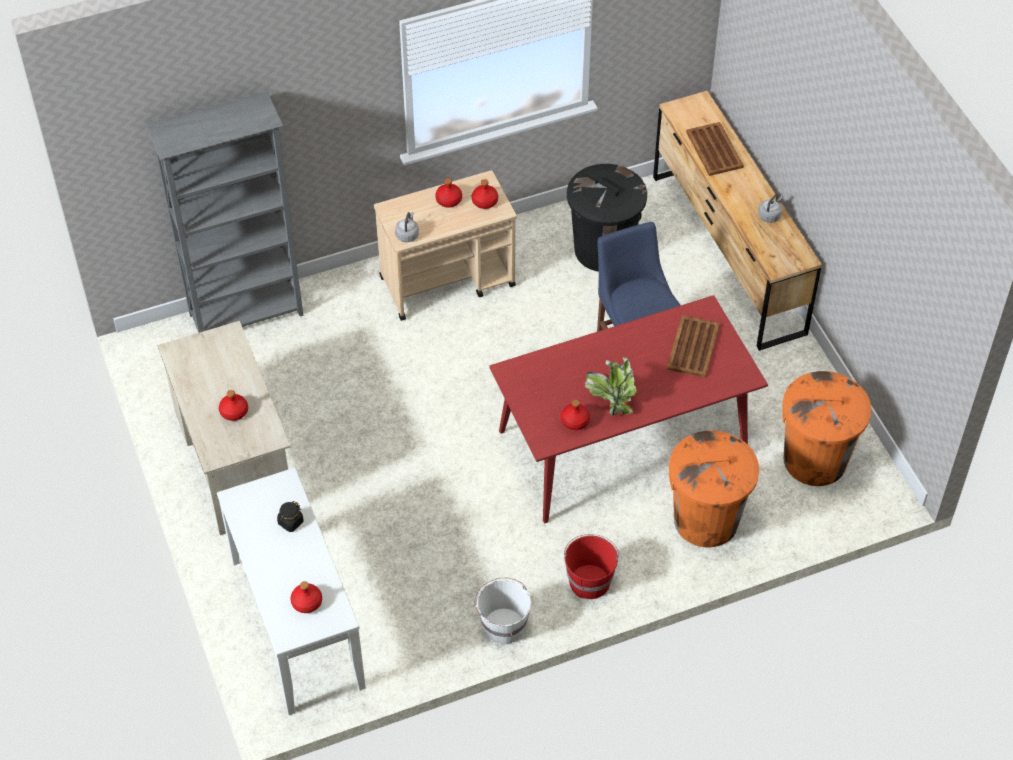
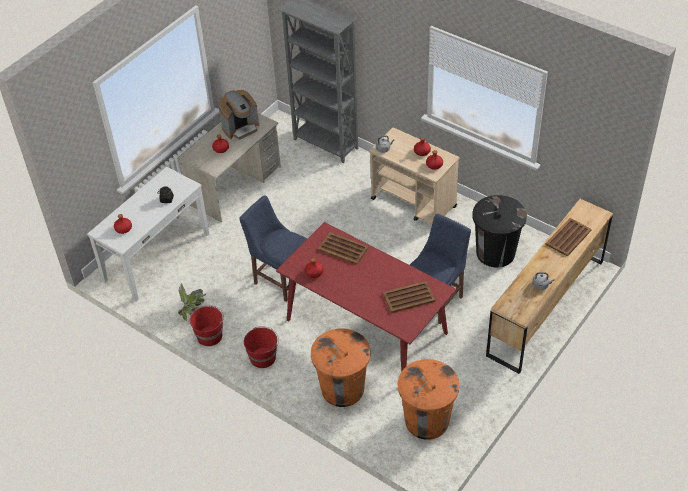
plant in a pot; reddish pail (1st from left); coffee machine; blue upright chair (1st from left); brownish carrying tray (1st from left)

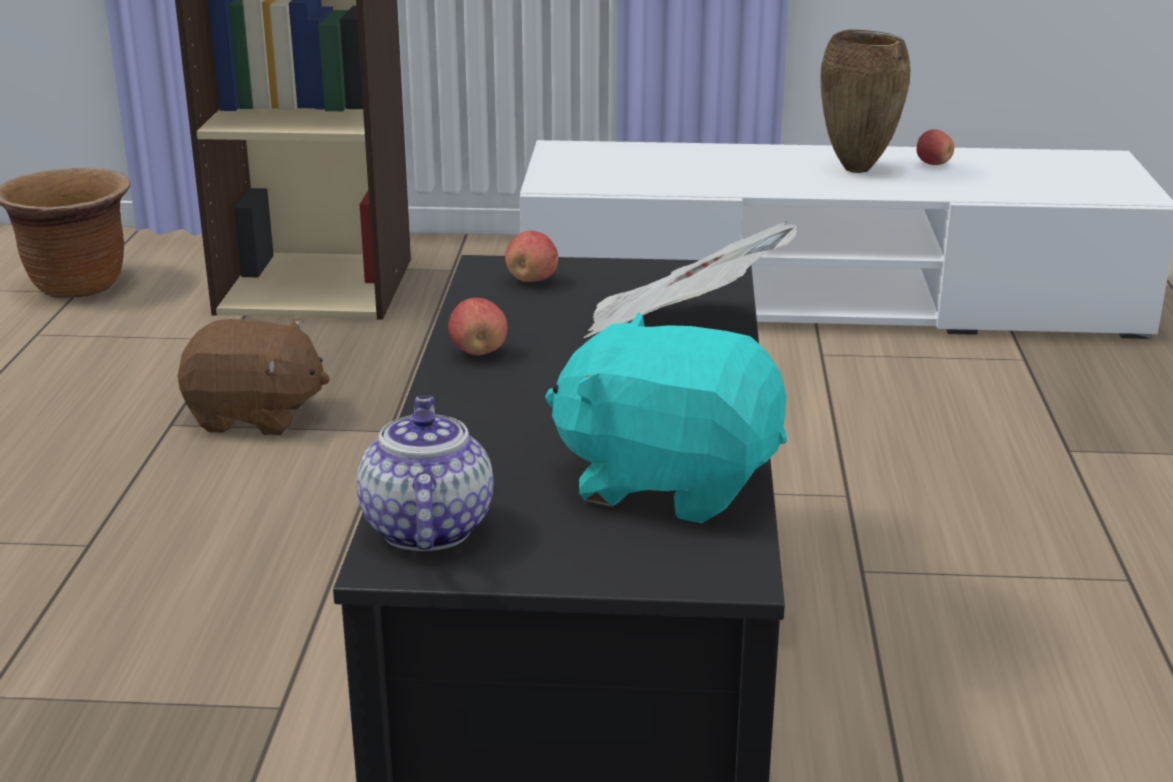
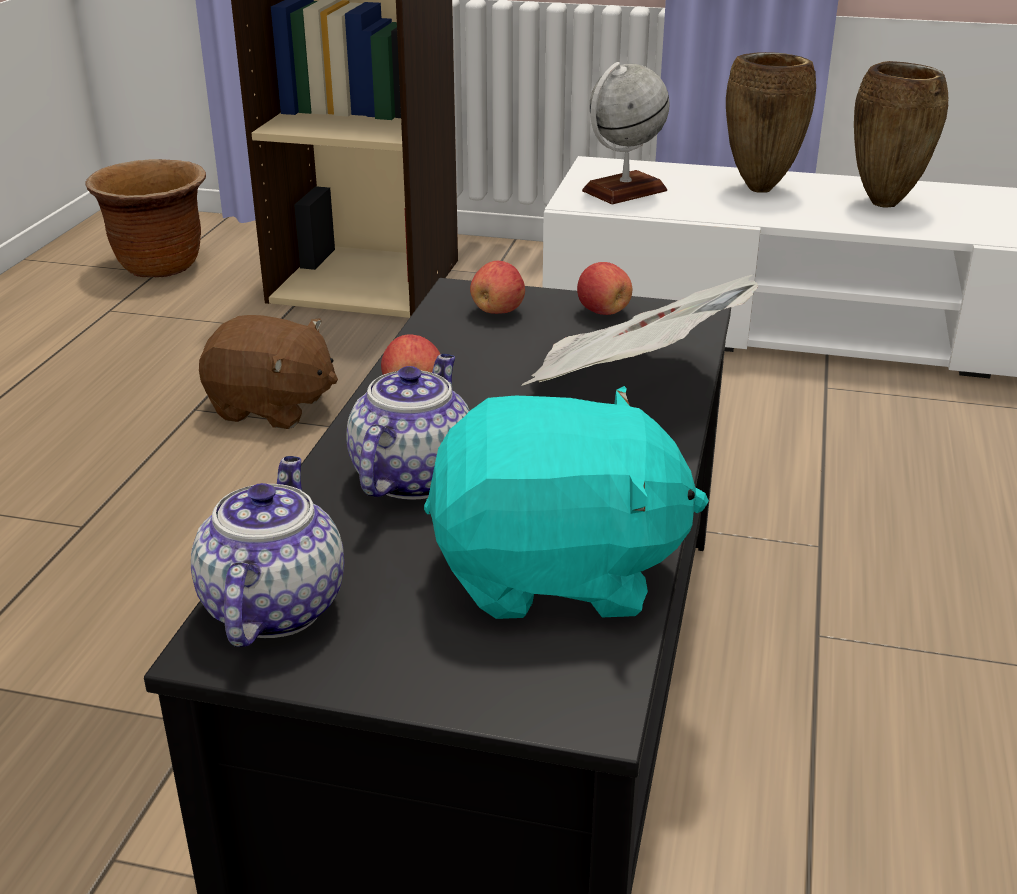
tea pot (2nd from left); blue-green soft toy; apple (3rd from left); desk globe; brownish decorative vase (1st from left)

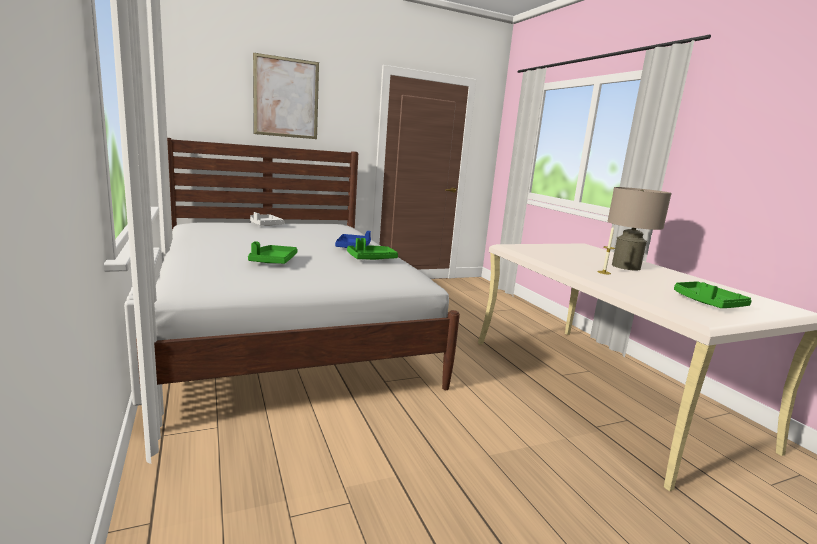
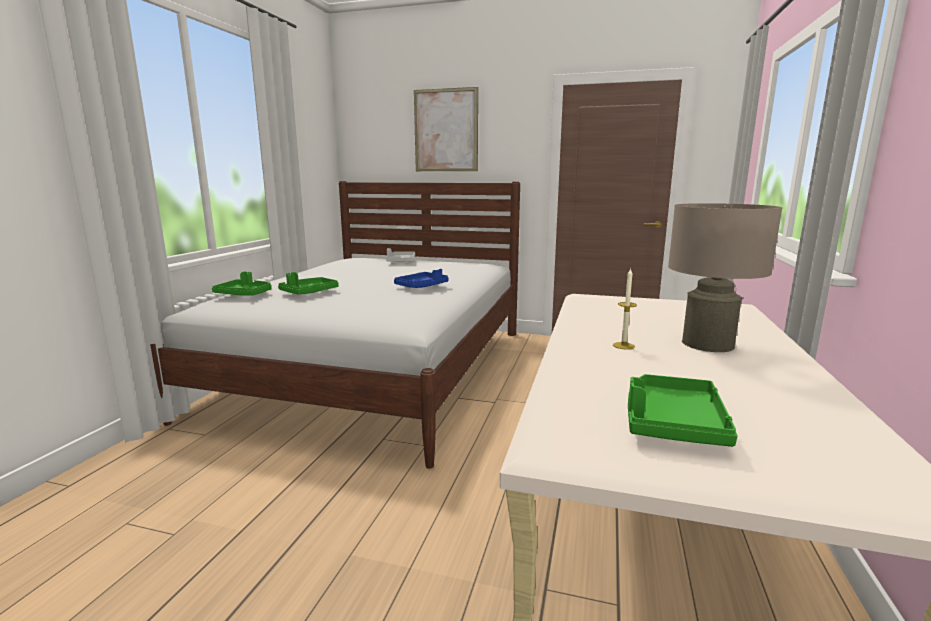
greenish carrying tray (1st from left)

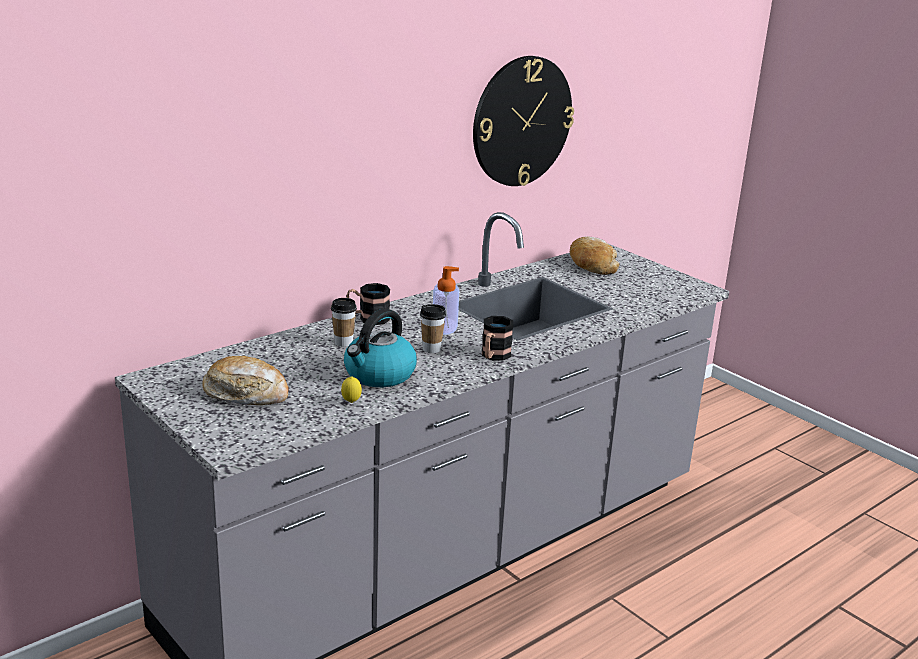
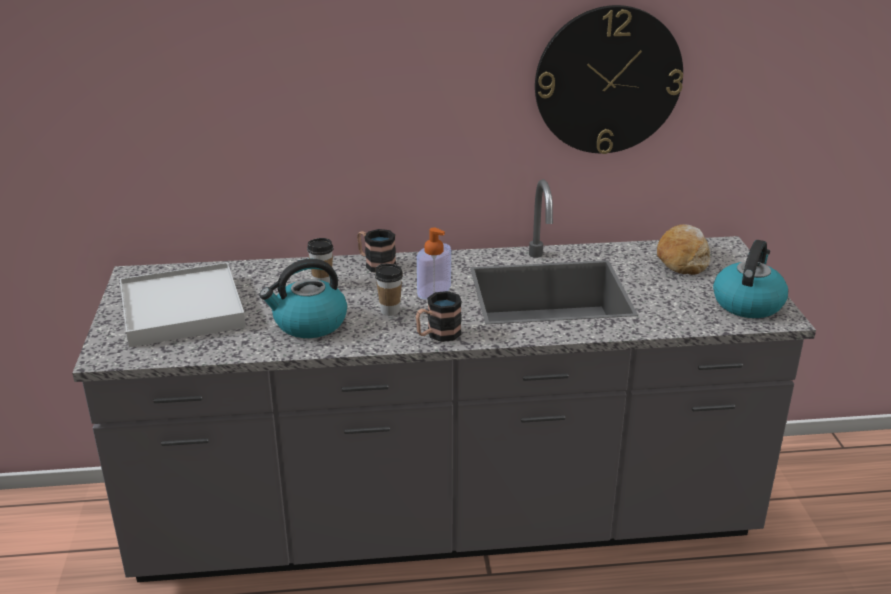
whitish carrying tray; water kettle (2nd from left); lemon

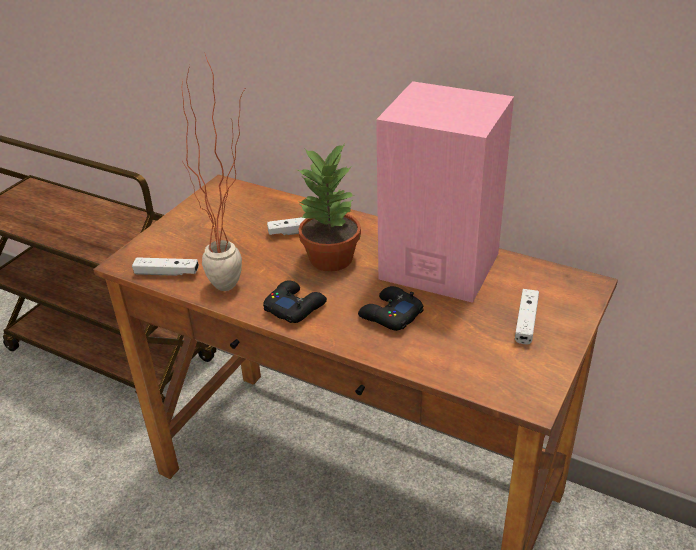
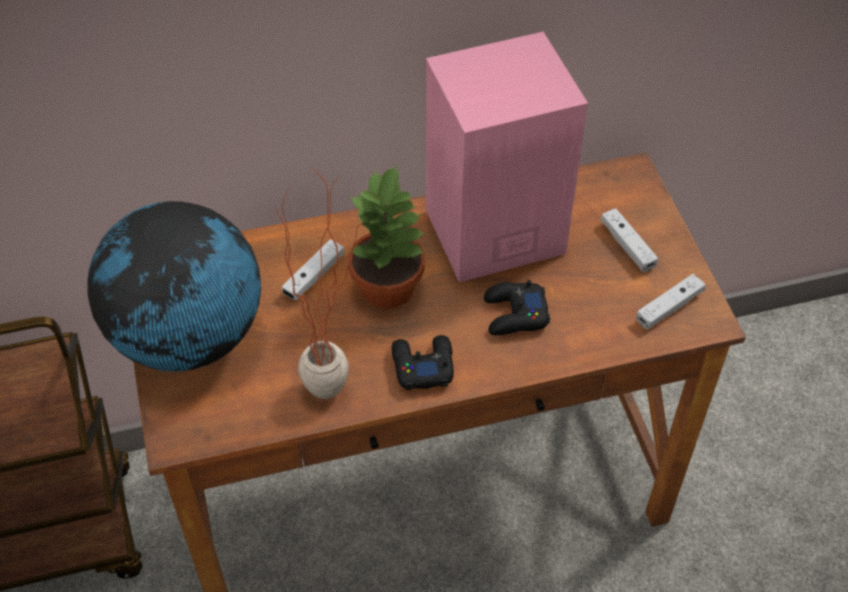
desk globe; whitish gamepad (3rd from left)

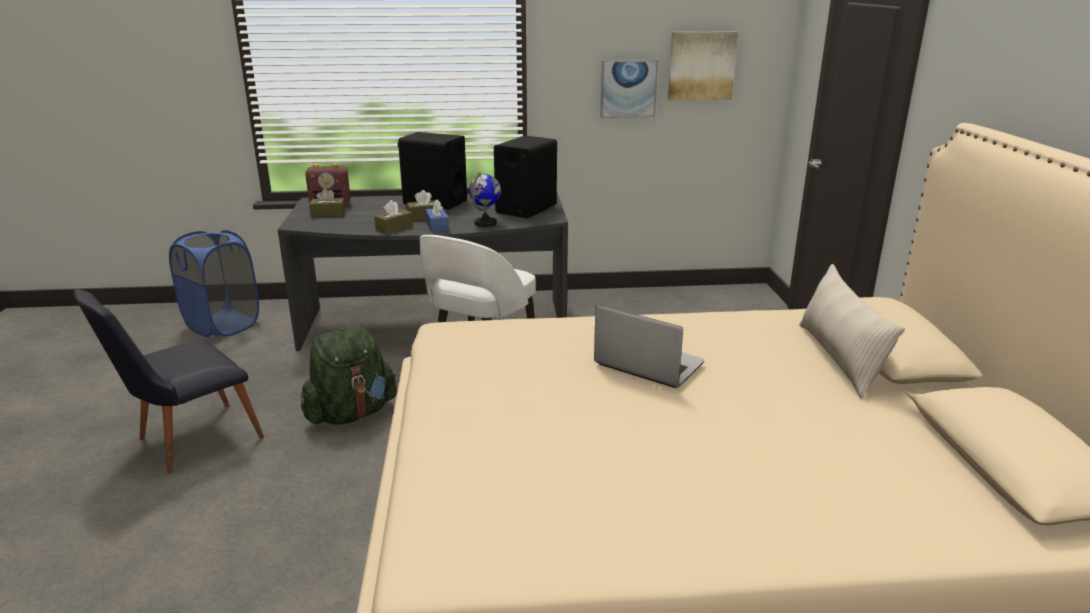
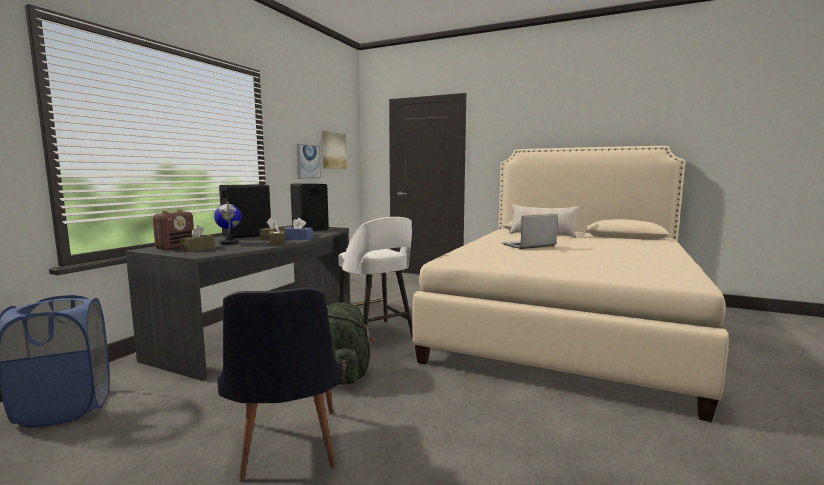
desk globe

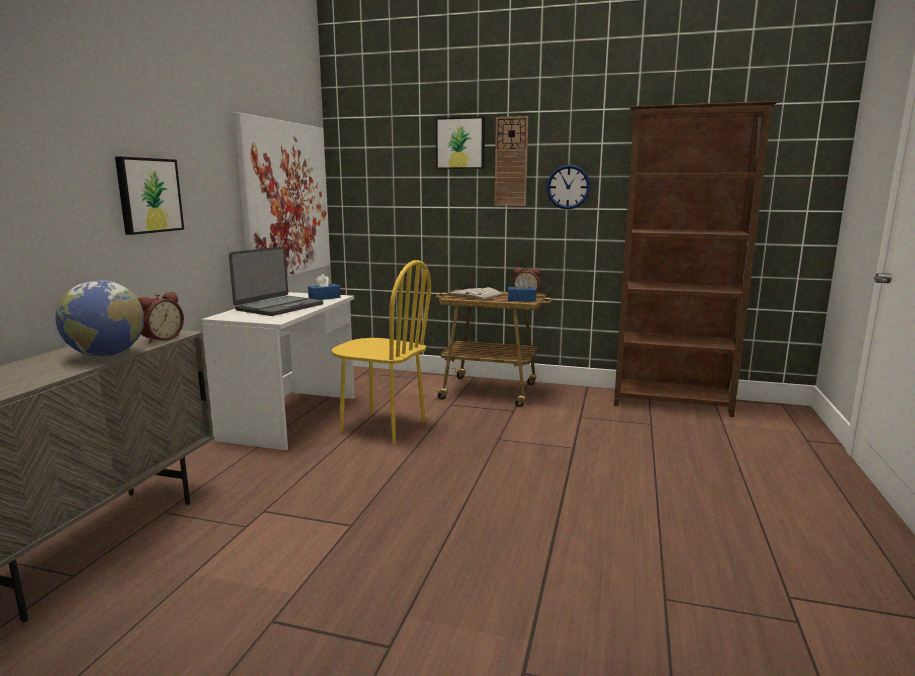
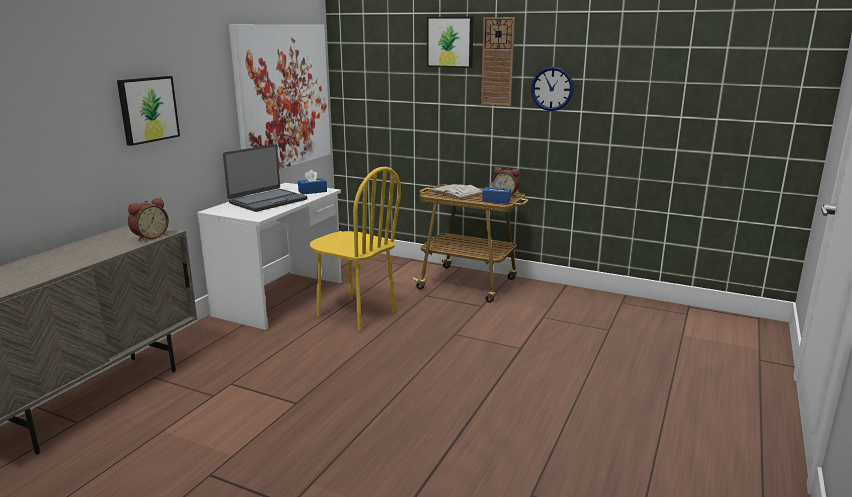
desk globe; brownish shelving unit

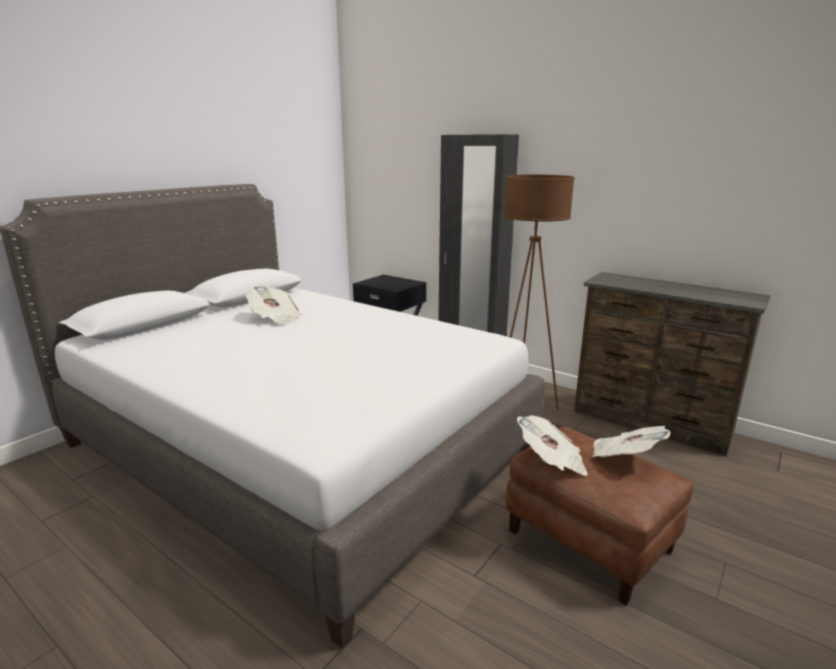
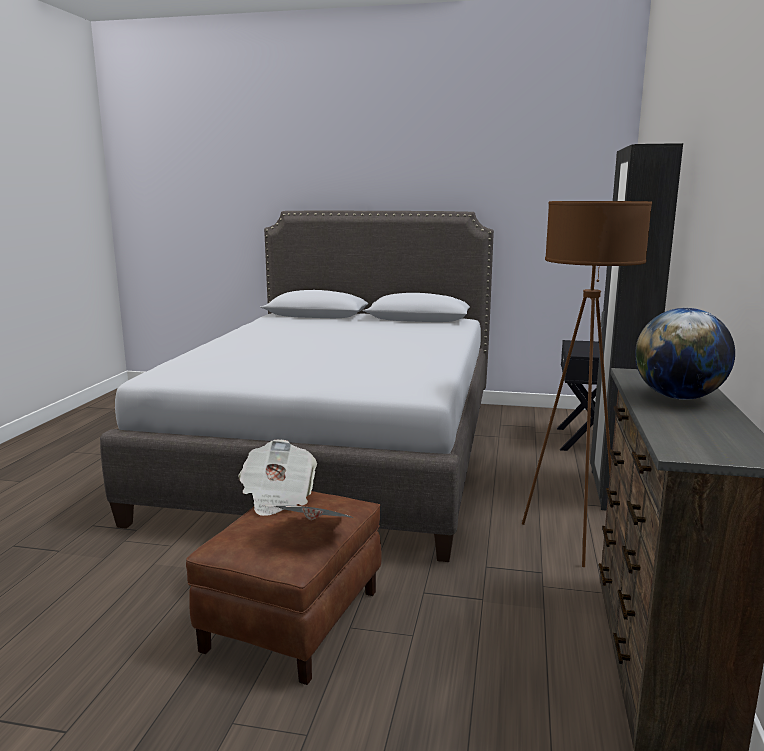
desk globe; daily paper (1st from left in the first image)

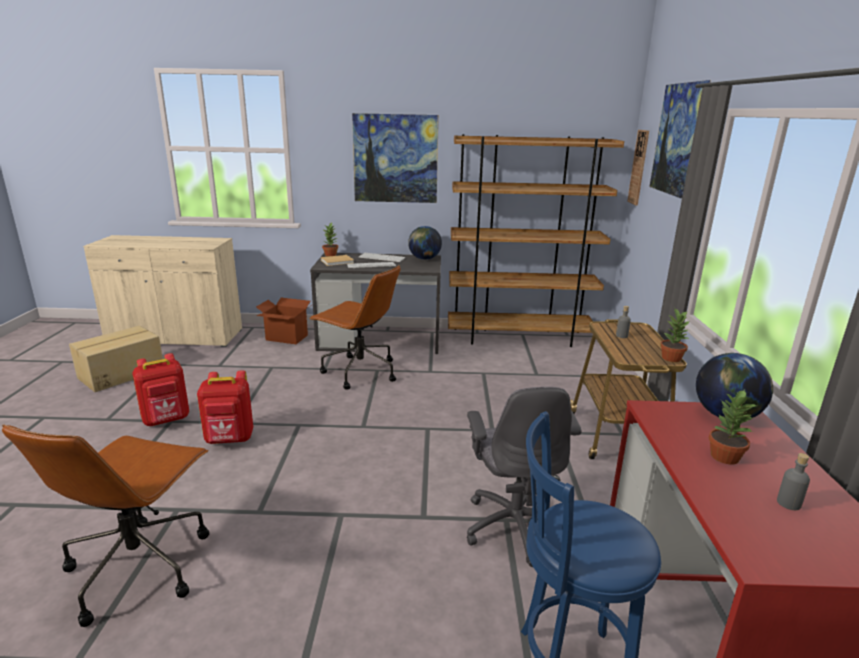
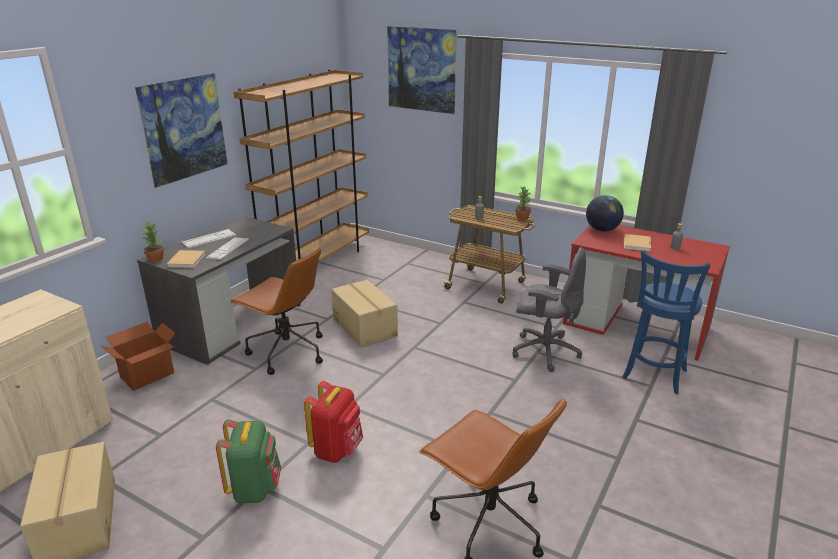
greenish knapsack; brownish computer chair (1st from left); cardboard box (3rd from left); sand-coloured book (2nd from left); desk globe (1st from left in the first image); wall clock

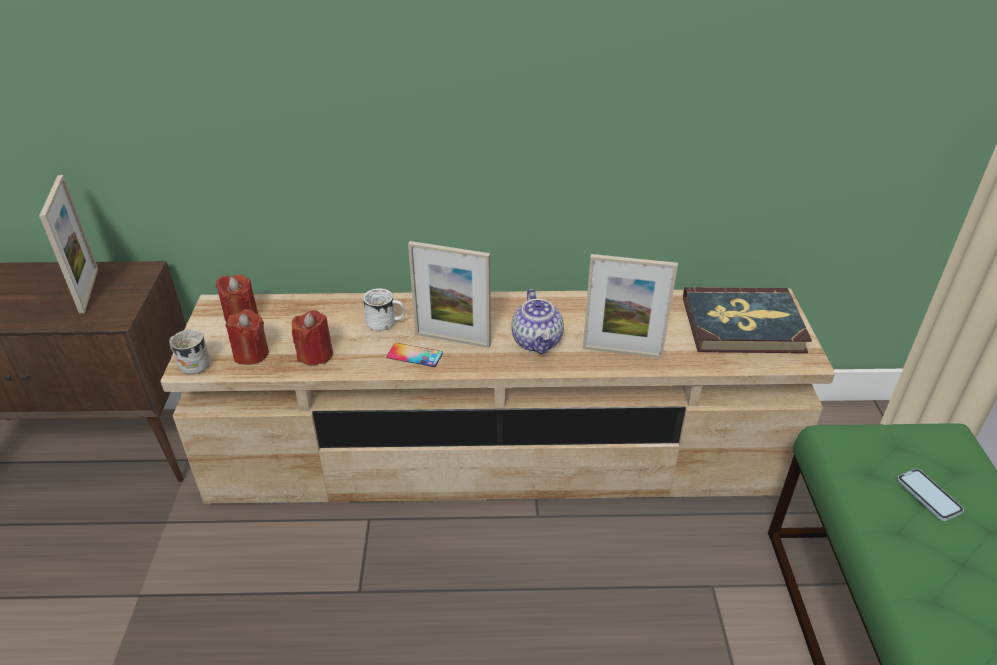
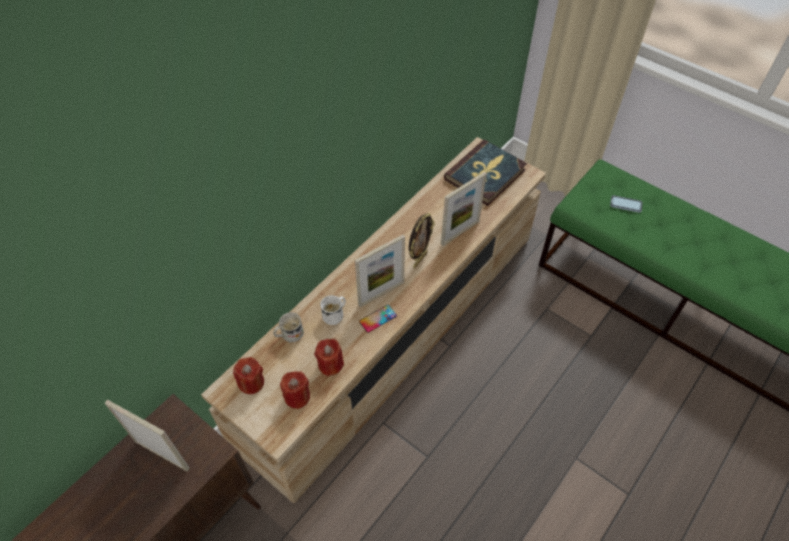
whitish mug (1st from left); standing frame (3rd from left)

